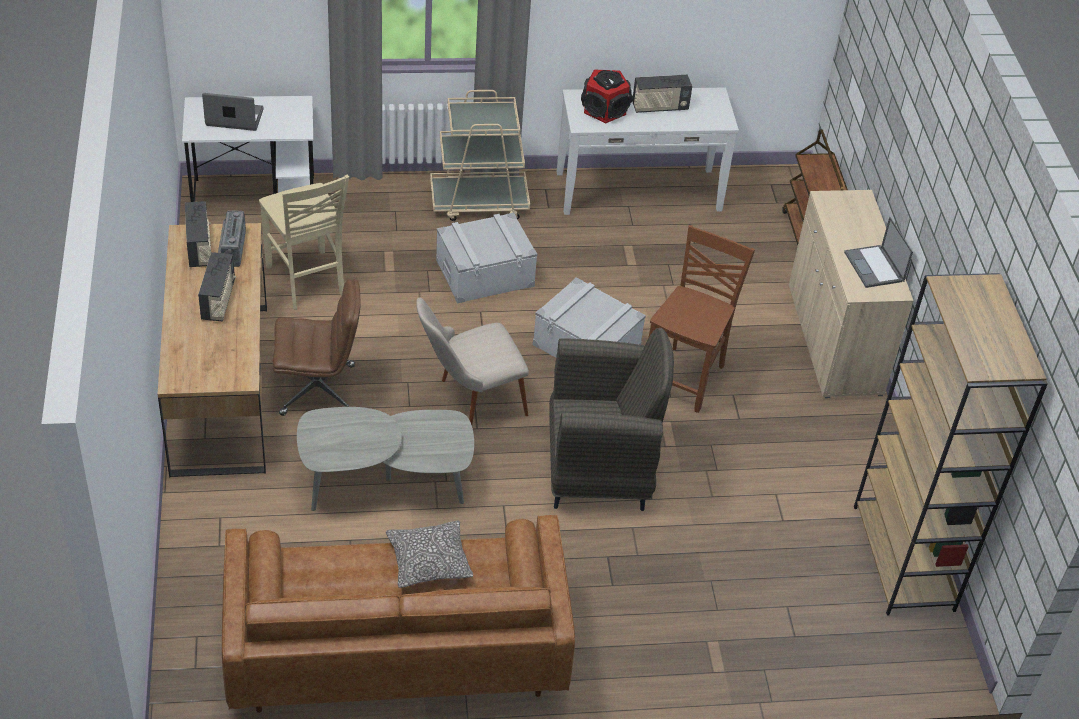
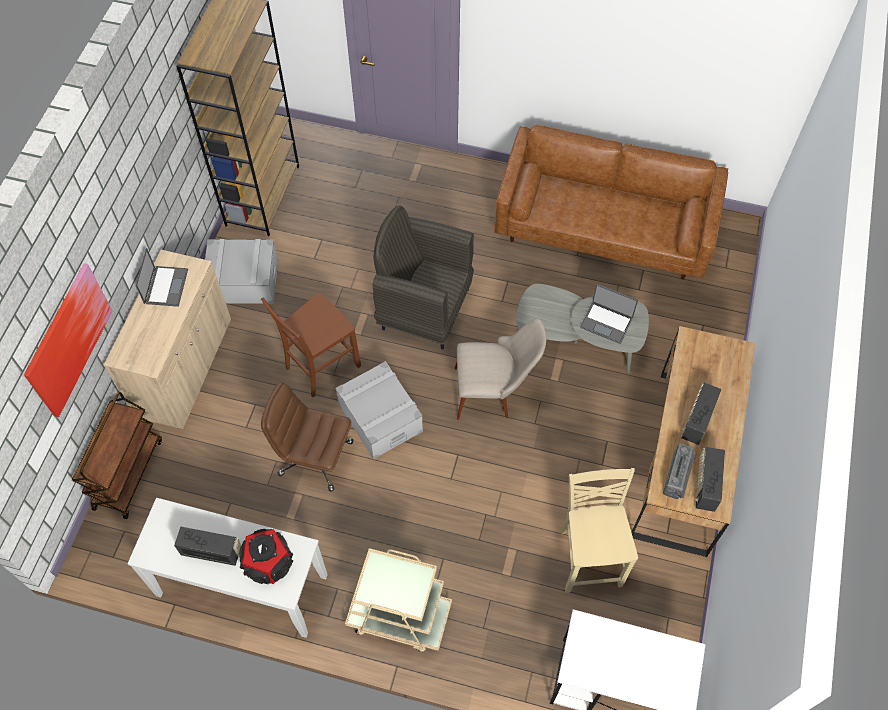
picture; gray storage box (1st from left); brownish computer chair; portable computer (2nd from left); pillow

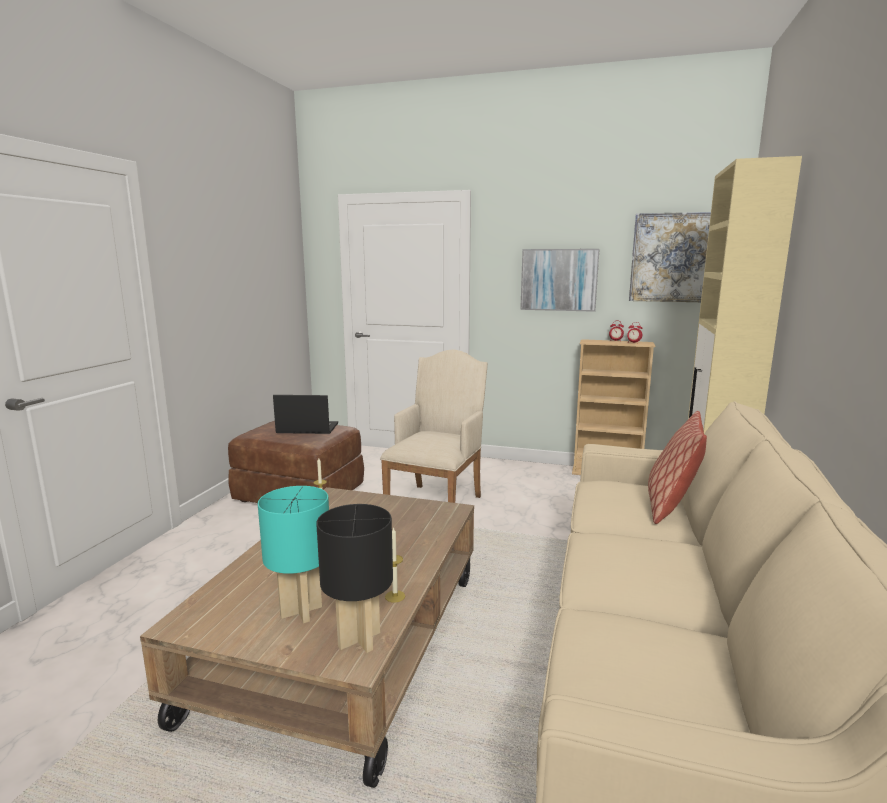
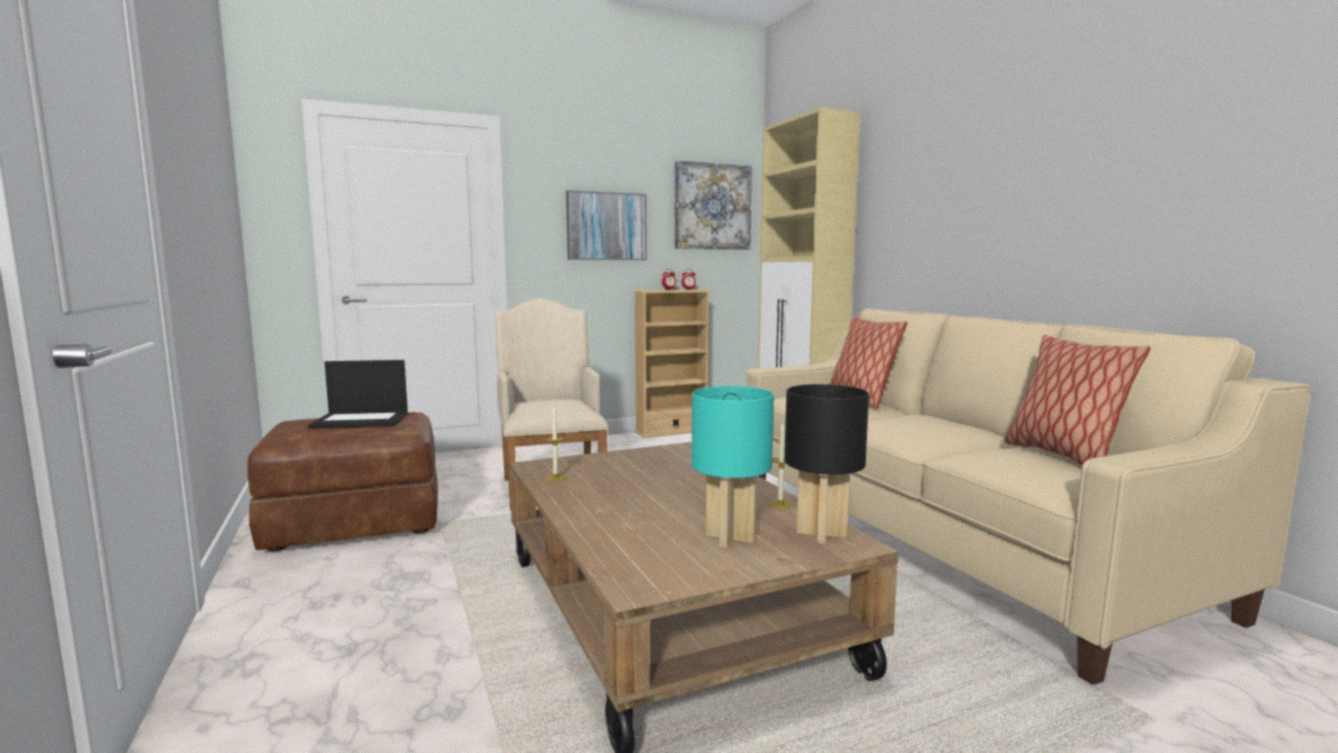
portable computer; pillow (2nd from left)

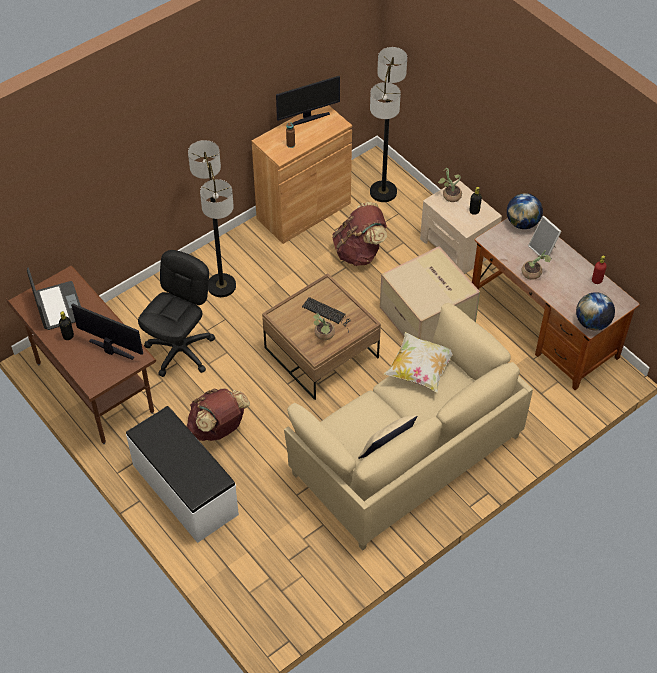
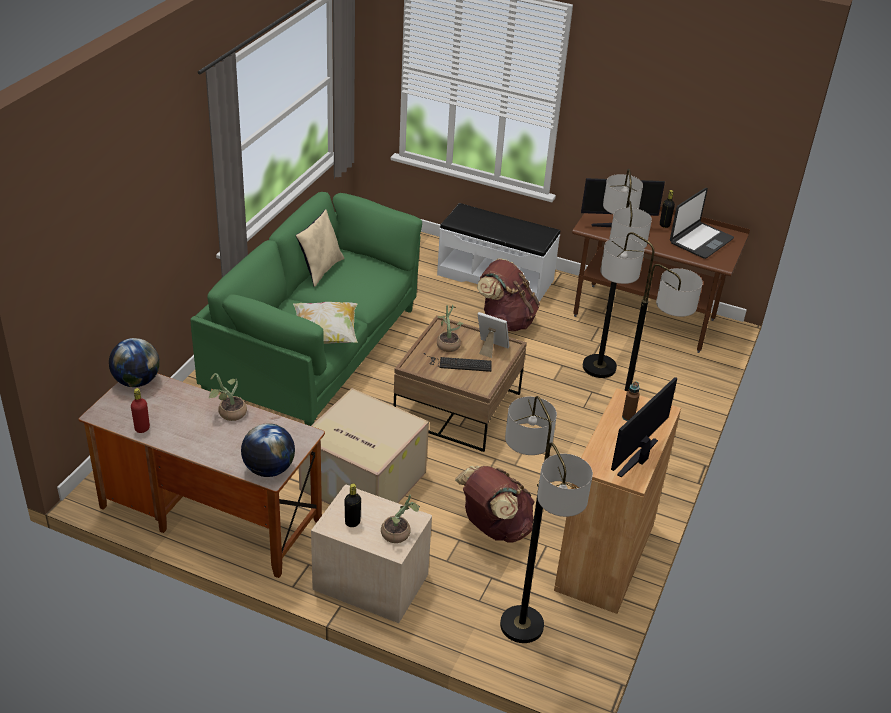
greenish settee; standing frame; standard lamp (2nd from left); portable computer

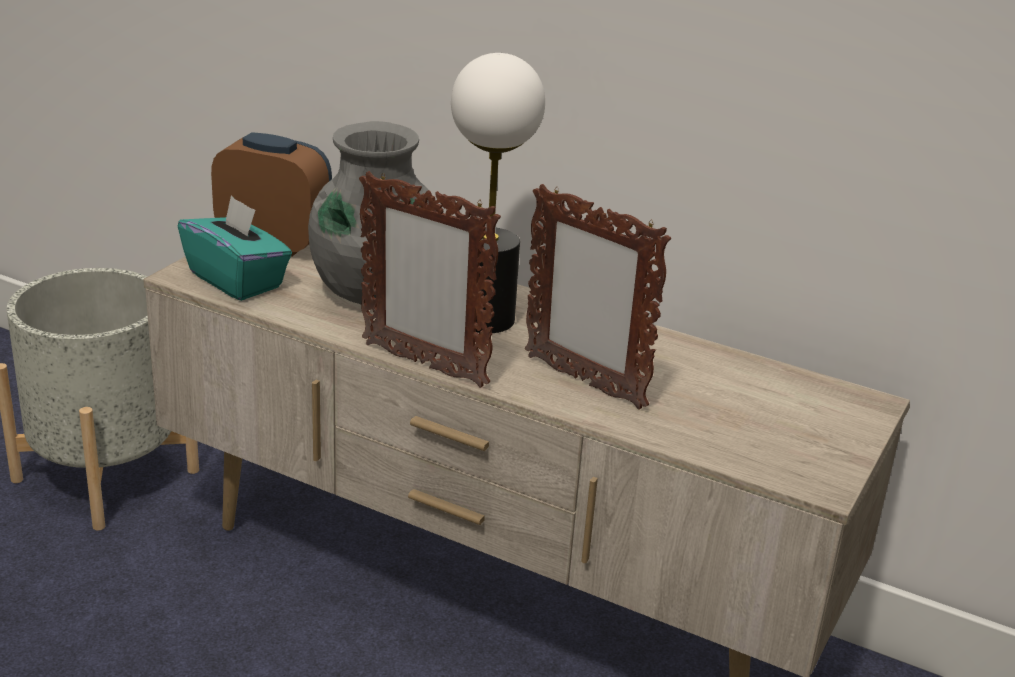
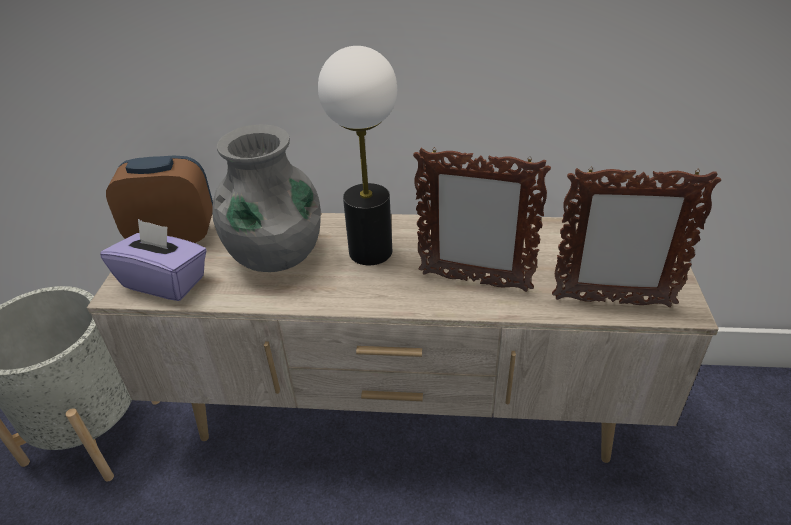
purple-coloured box of tissues; standing frame (2nd from left)

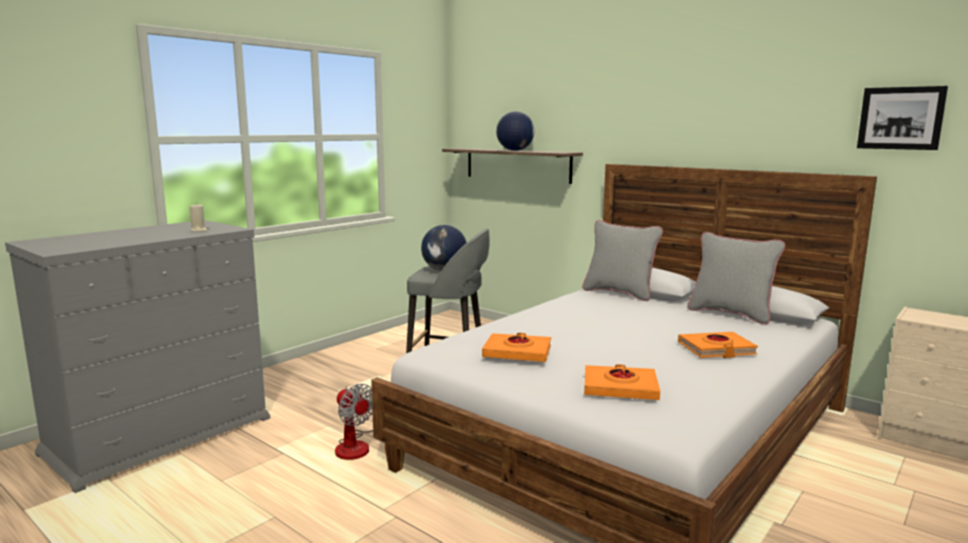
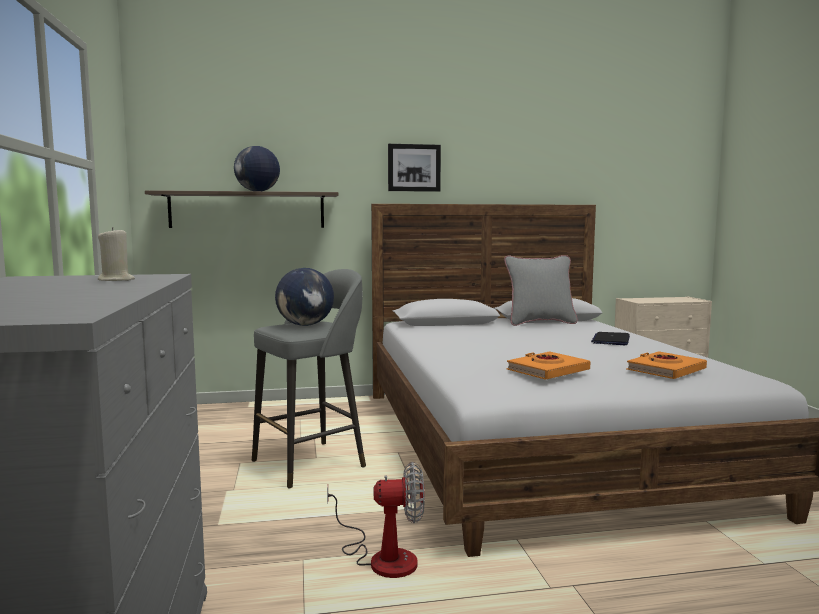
picture; portable computer; gray pillow (1st from left in the first image)

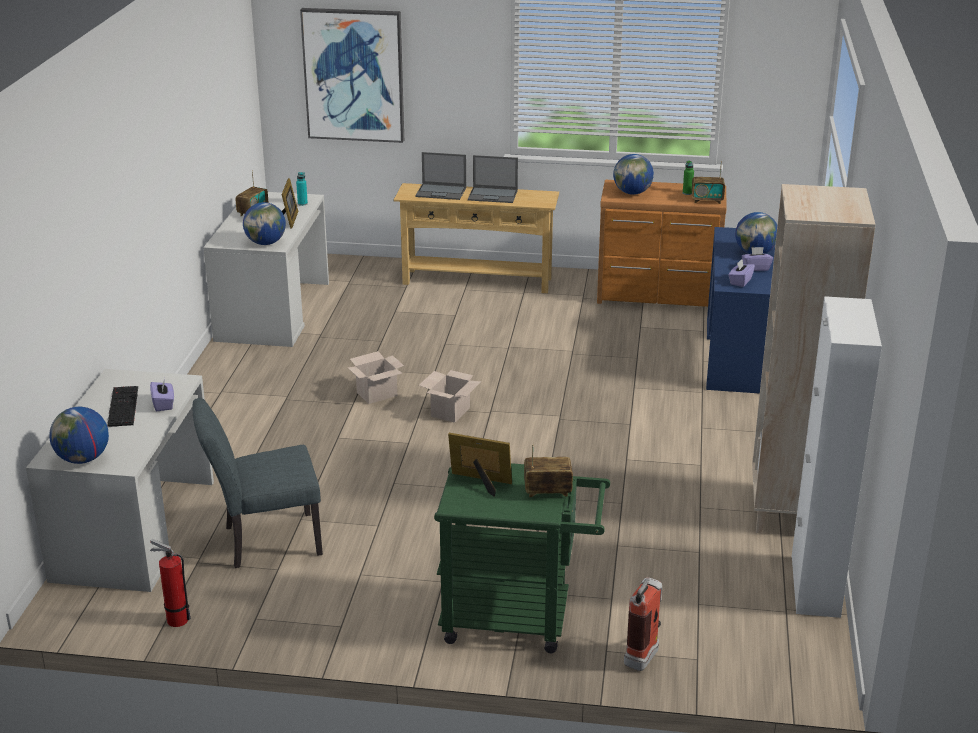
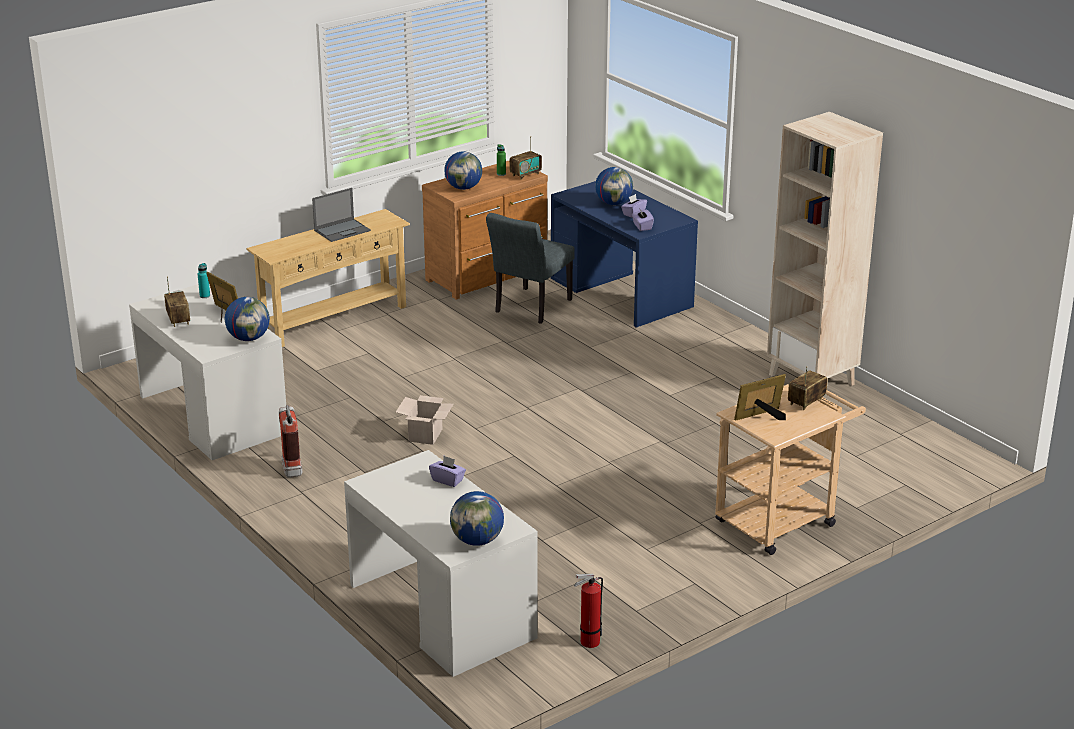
extinguisher (1st from left); gray upright chair; sand-coloured trolley; PC keyboard; picture; portable computer (1st from left in the first image); cardboard box (2nd from left in the first image); whitish cupboard

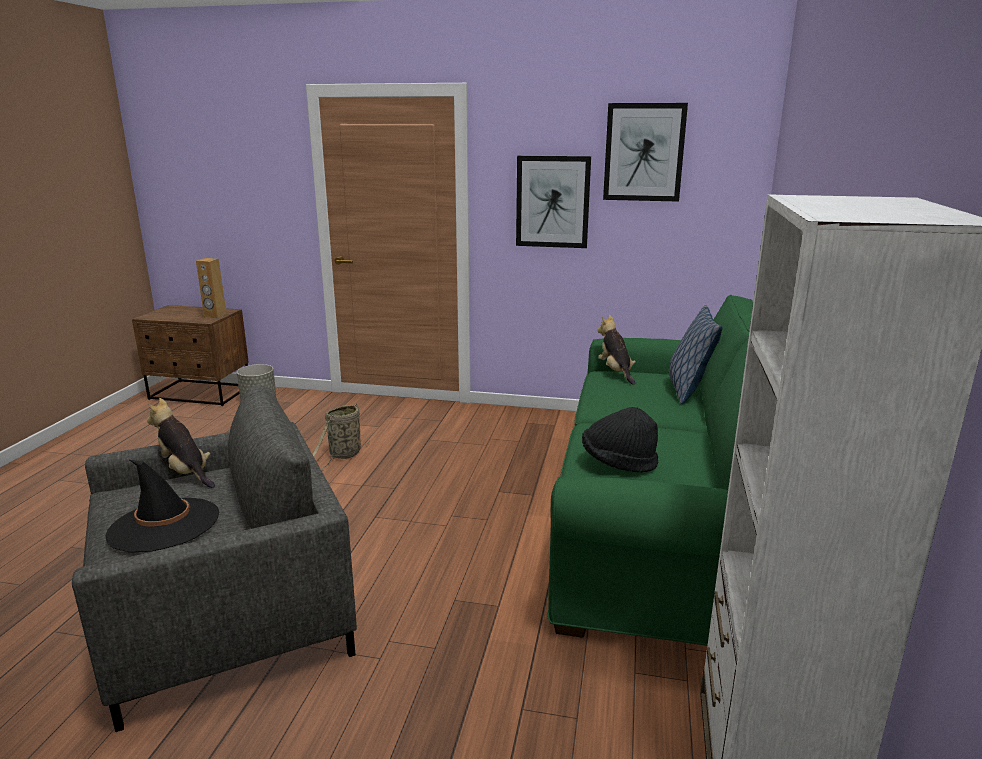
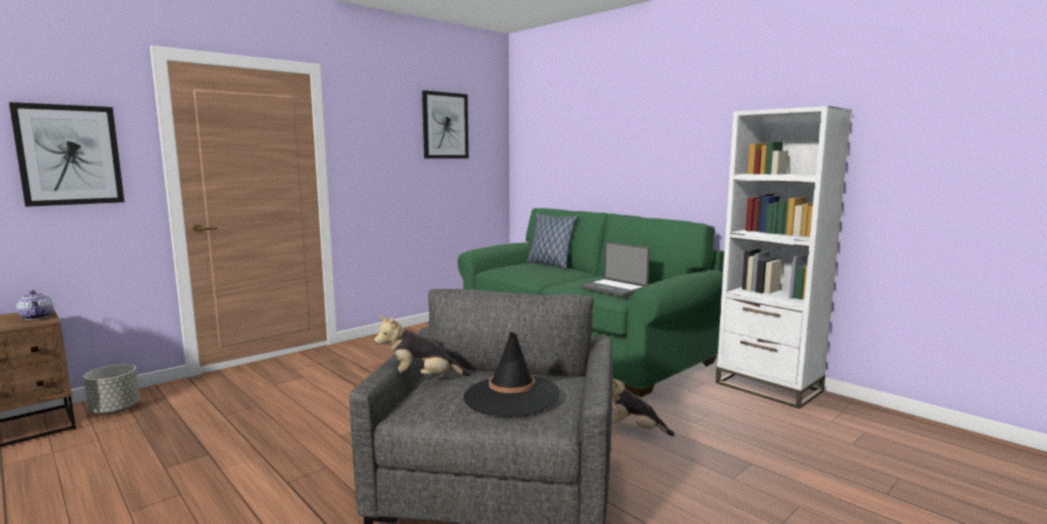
picture (1st from left); tea pot; portable computer; soft toy (2nd from left); basket

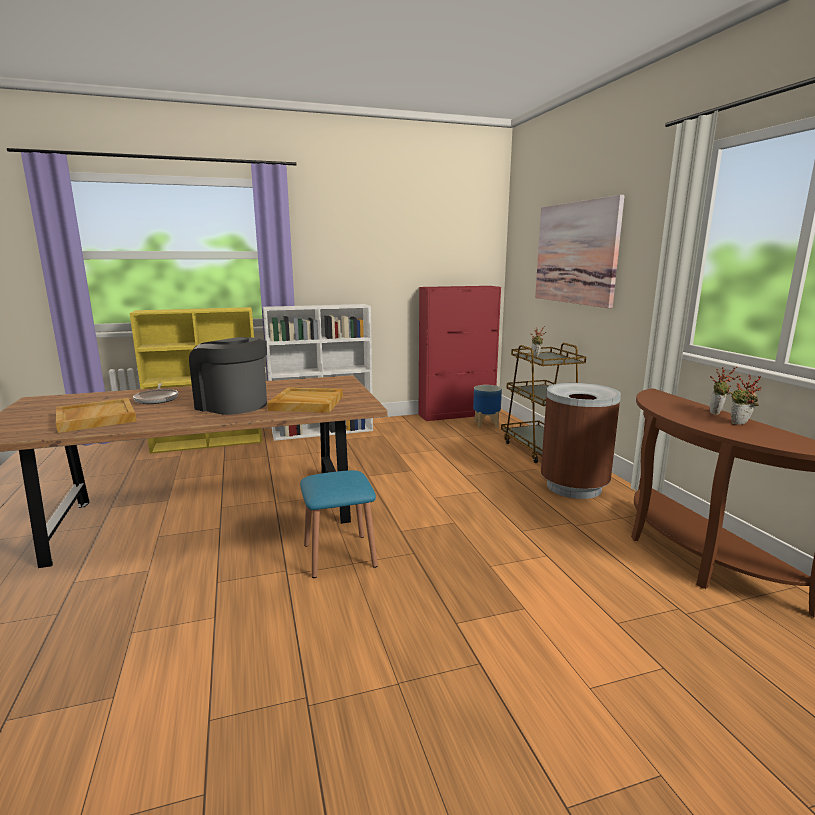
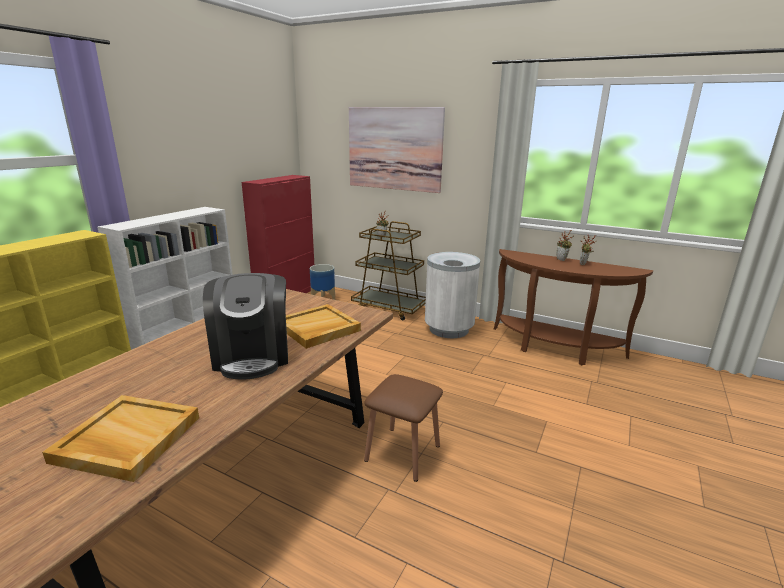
coffee machine; brownish stool seat; whitish waste bin; frying pan

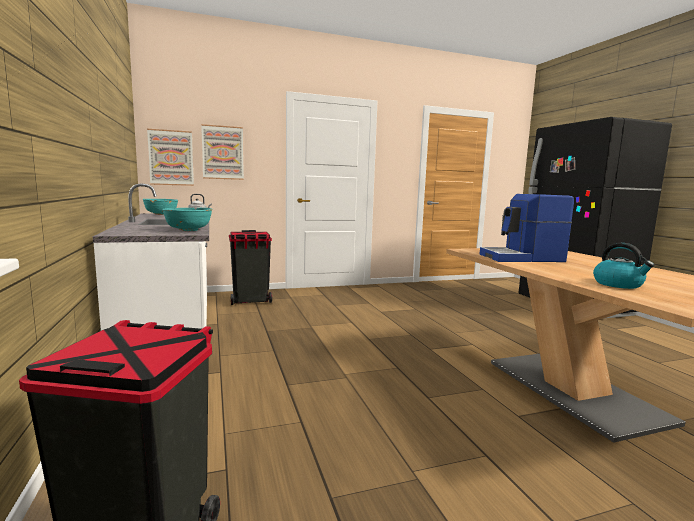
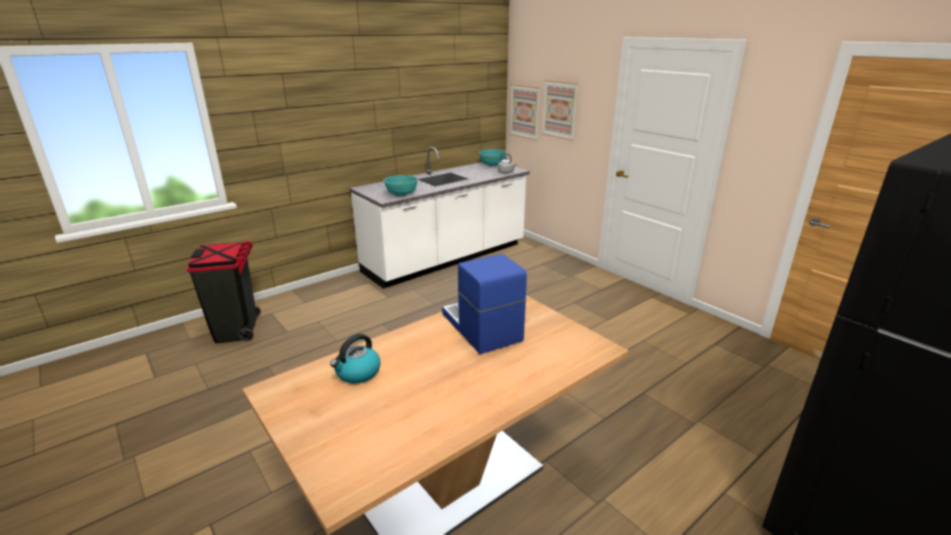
blackish waste bin (2nd from left in the first image)

